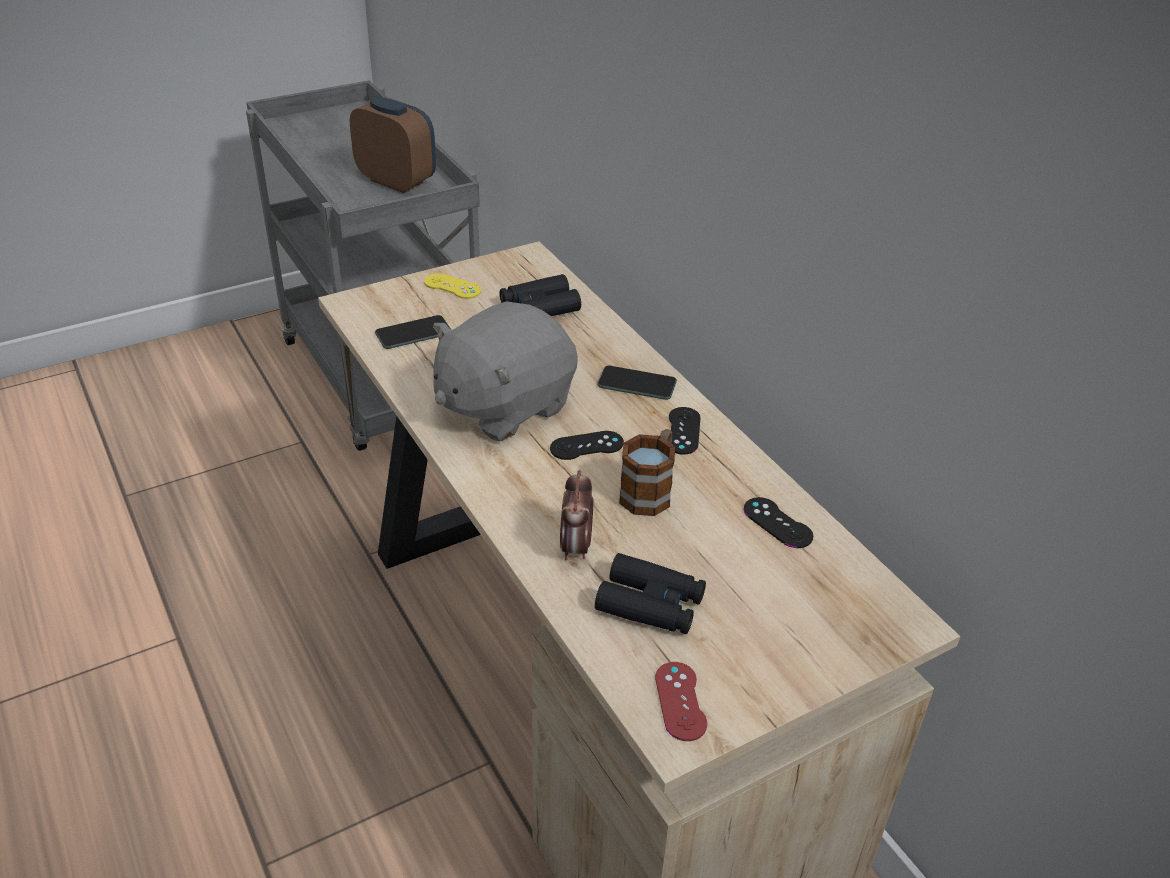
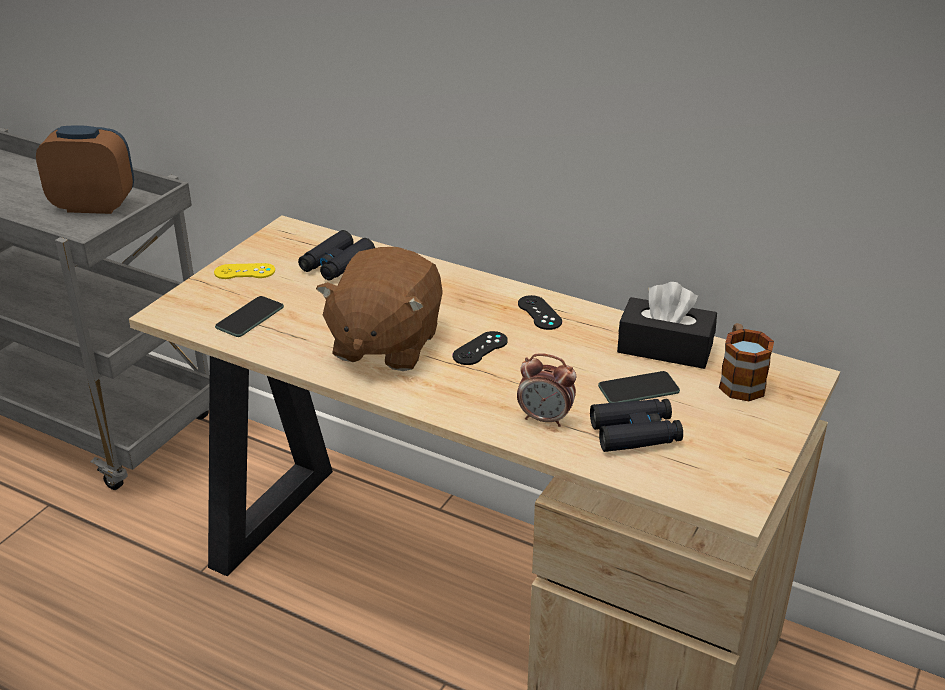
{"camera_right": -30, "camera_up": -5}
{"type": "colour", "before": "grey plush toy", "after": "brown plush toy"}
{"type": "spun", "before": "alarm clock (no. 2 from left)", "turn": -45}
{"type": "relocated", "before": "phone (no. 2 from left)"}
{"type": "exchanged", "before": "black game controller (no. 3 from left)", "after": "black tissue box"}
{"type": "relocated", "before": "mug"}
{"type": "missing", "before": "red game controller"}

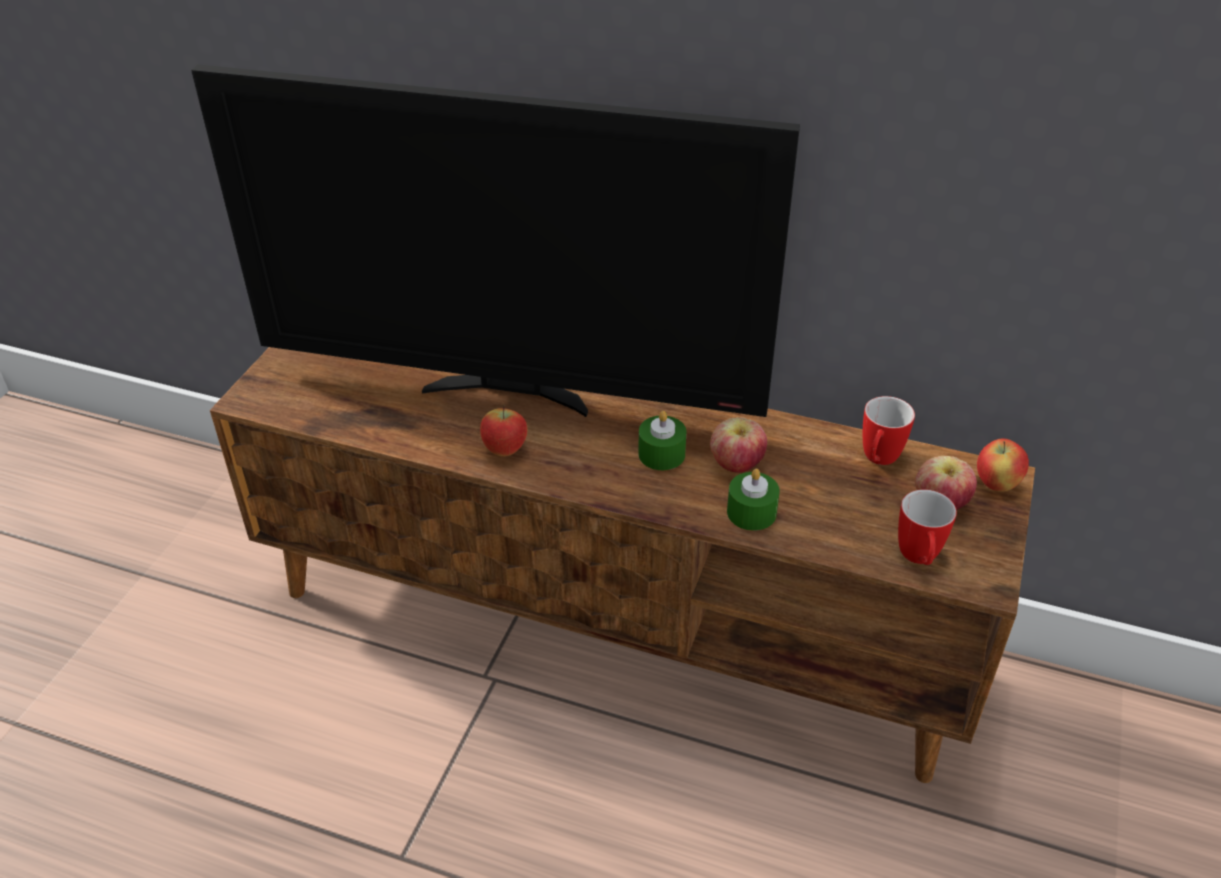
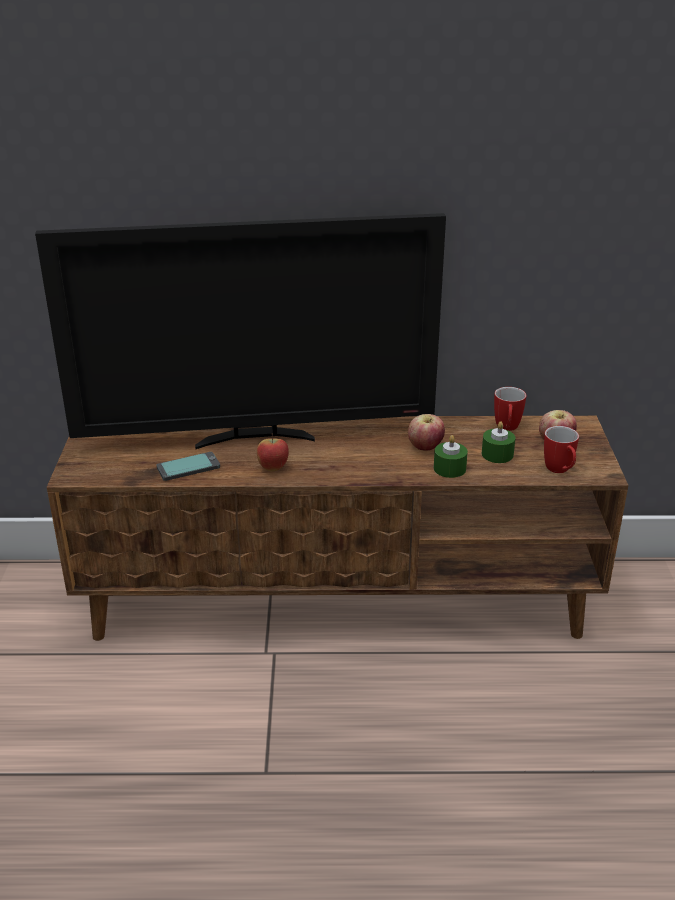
{"camera_right": -20, "camera_up": -10}
{"type": "appeared", "after": "phone"}
{"type": "relocated", "before": "green candle (no. 1 from left in the first image)", "after": "green candle (no. 2 from left)"}
{"type": "missing", "before": "apple (no. 4 from left)"}

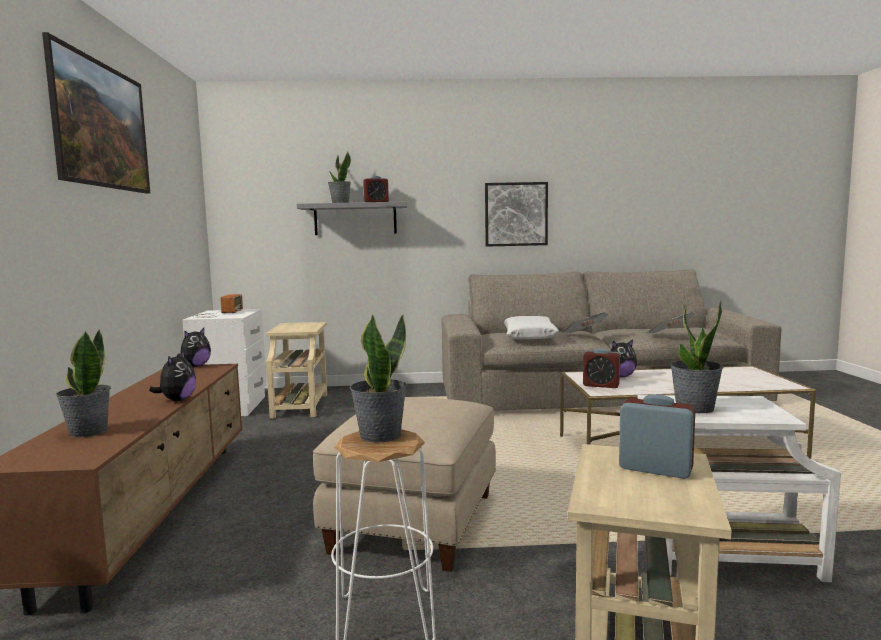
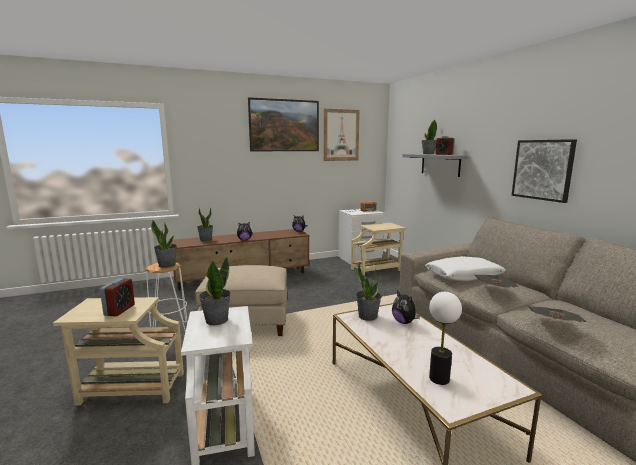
{"camera_right": 70, "camera_up": 5}
{"type": "appeared", "after": "picture (no. 2 from left)"}
{"type": "exchanged", "before": "alarm clock (no. 2 from left)", "after": "potted plant (no. 4 from left)"}
{"type": "appeared", "after": "table lamp"}

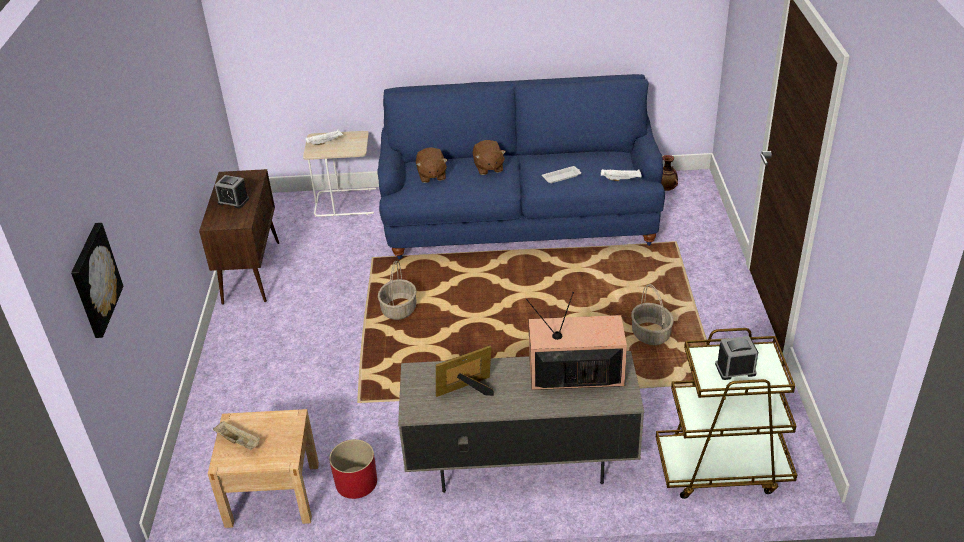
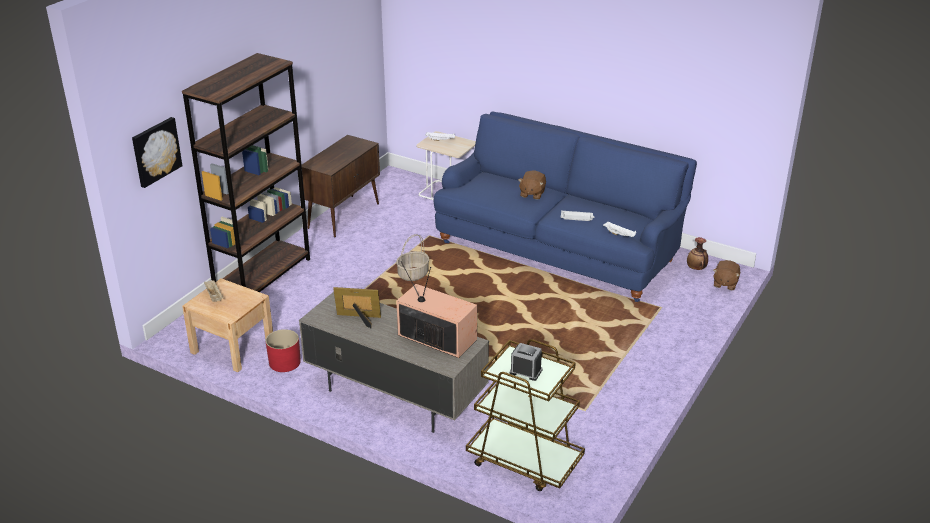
{"camera_right": 30, "camera_up": -5}
{"type": "appeared", "after": "brown bookcase"}
{"type": "relocated", "before": "brown plush toy (no. 1 from left in the first image)", "after": "brown plush toy (no. 2 from left)"}
{"type": "missing", "before": "alarm clock (no. 1 from left)"}
{"type": "missing", "before": "basket (no. 2 from left)"}

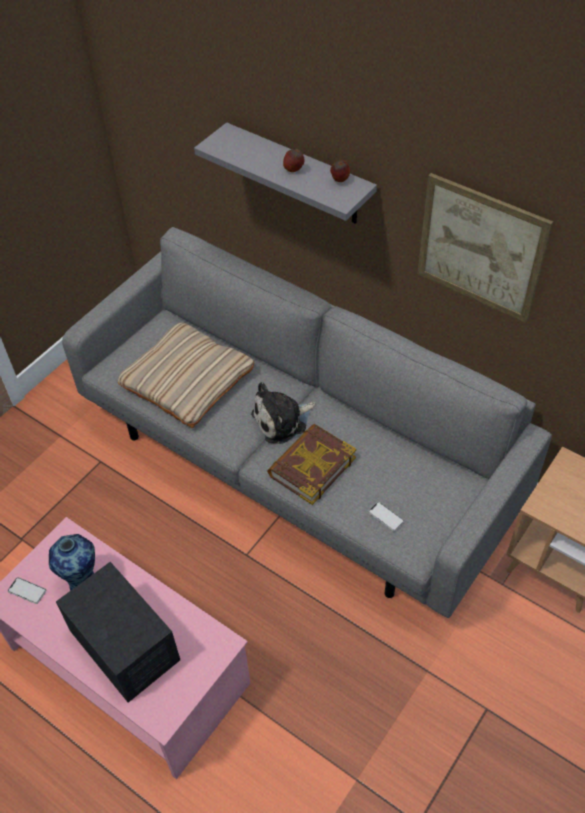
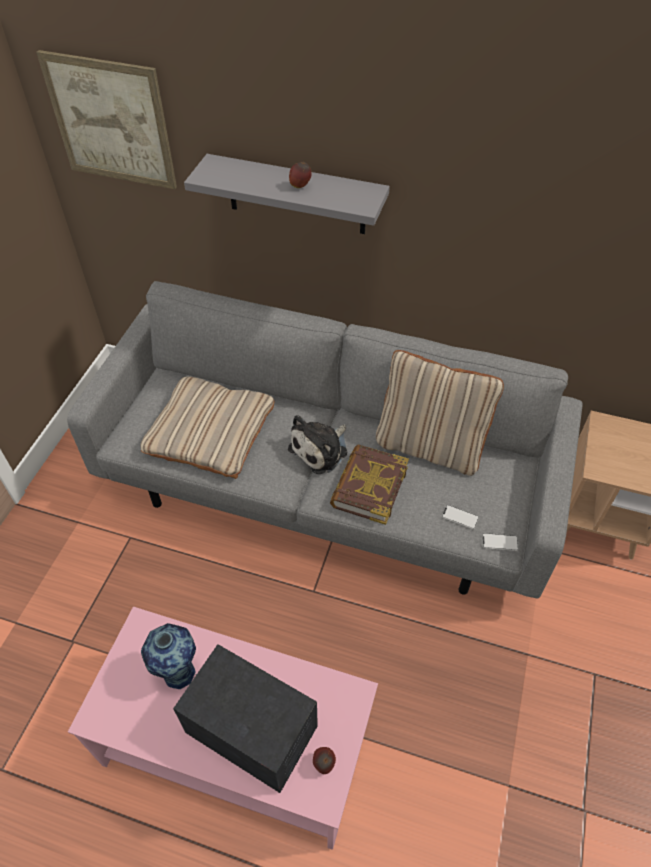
{"camera_right": -20, "camera_up": 0}
{"type": "relocated", "before": "picture"}
{"type": "relocated", "before": "apple (no. 2 from left)"}
{"type": "appeared", "after": "beige pillow (no. 2 from left)"}
{"type": "relocated", "before": "phone (no. 1 from left in the first image)", "after": "phone (no. 2 from left)"}

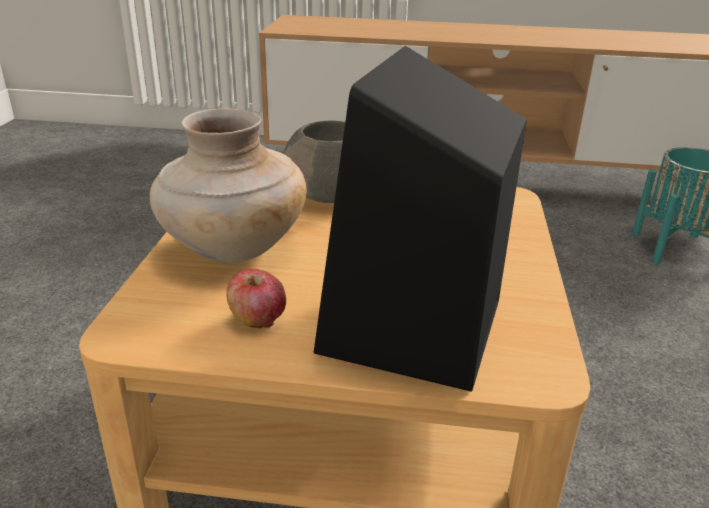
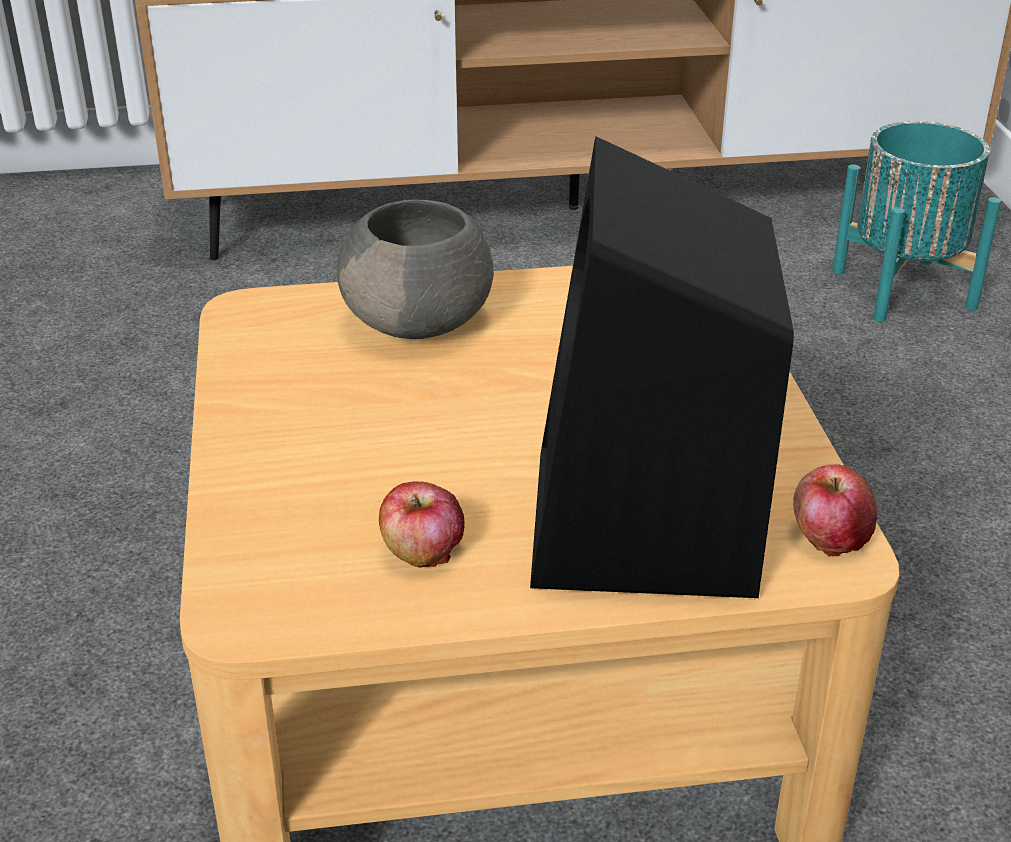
{"camera_right": -15, "camera_up": 5}
{"type": "appeared", "after": "apple (no. 2 from left)"}
{"type": "missing", "before": "beige vase"}

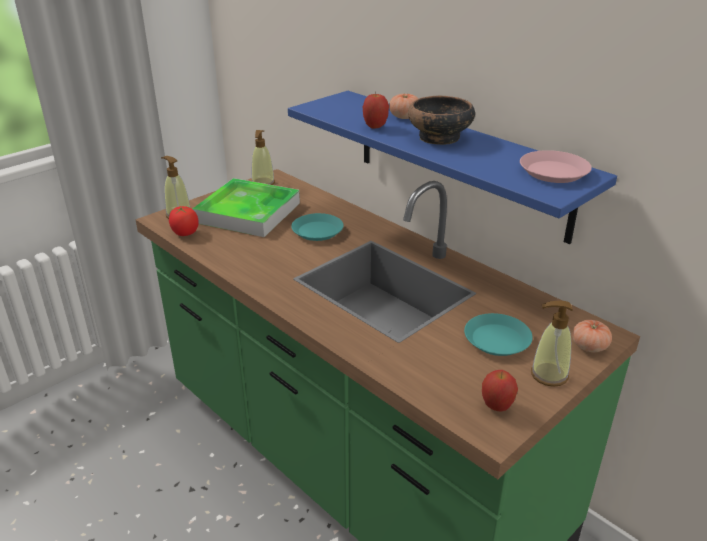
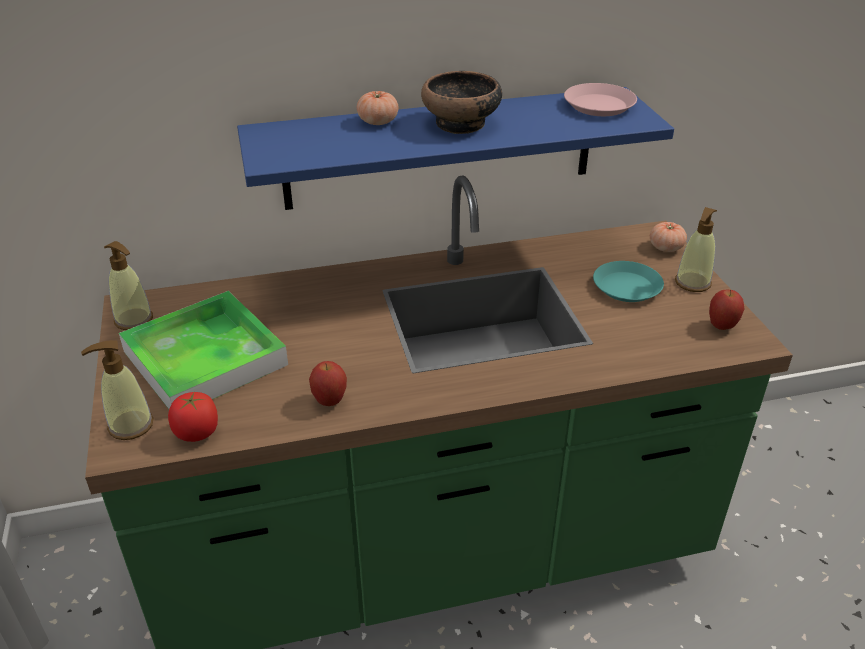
{"camera_right": -60, "camera_up": 5}
{"type": "relocated", "before": "apple (no. 1 from left)"}
{"type": "missing", "before": "turquoise plate (no. 1 from left)"}

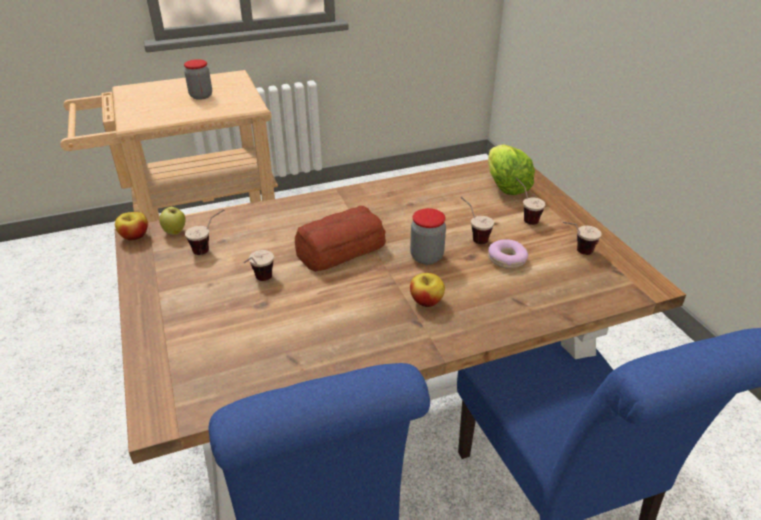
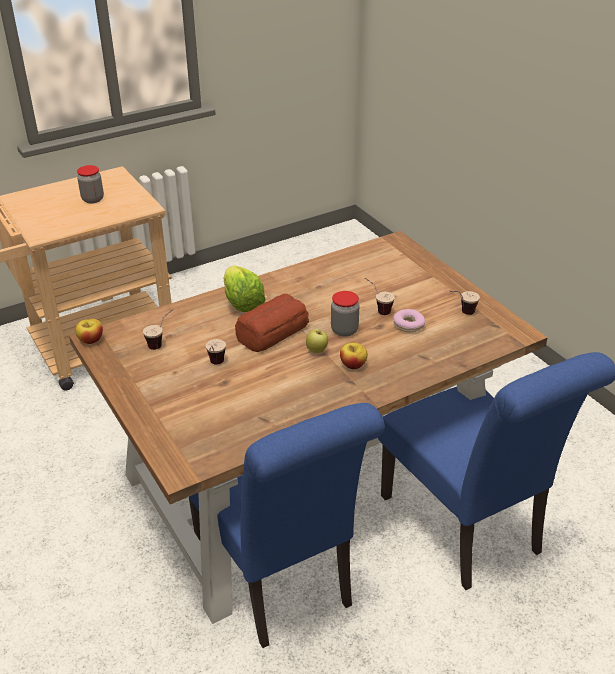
{"camera_right": -10, "camera_up": 0}
{"type": "relocated", "before": "lettuce"}
{"type": "relocated", "before": "apple (no. 2 from left)"}
{"type": "missing", "before": "cup (no. 4 from left)"}

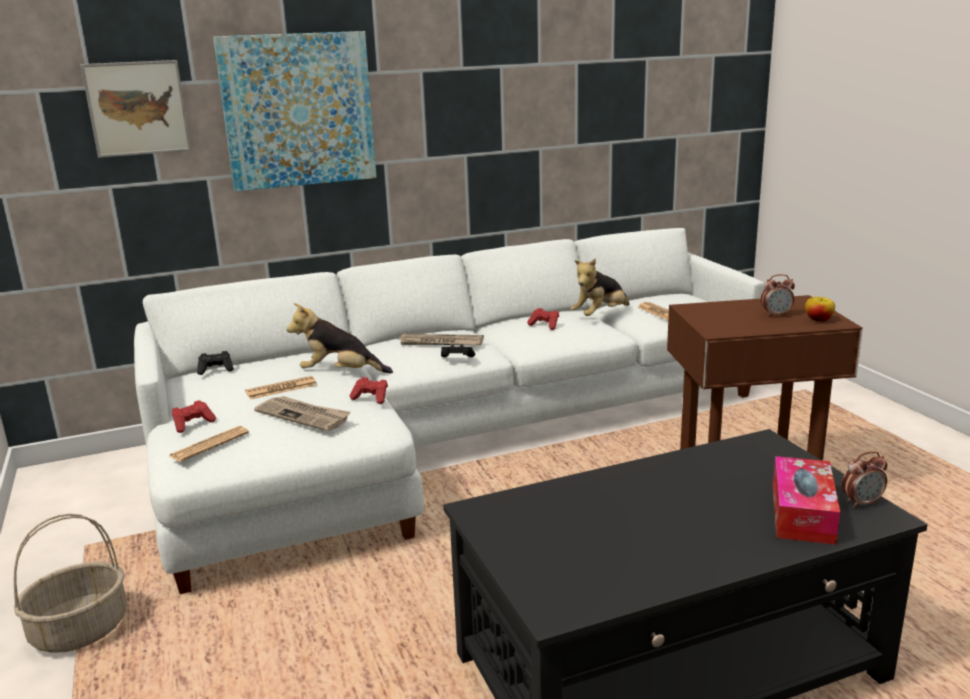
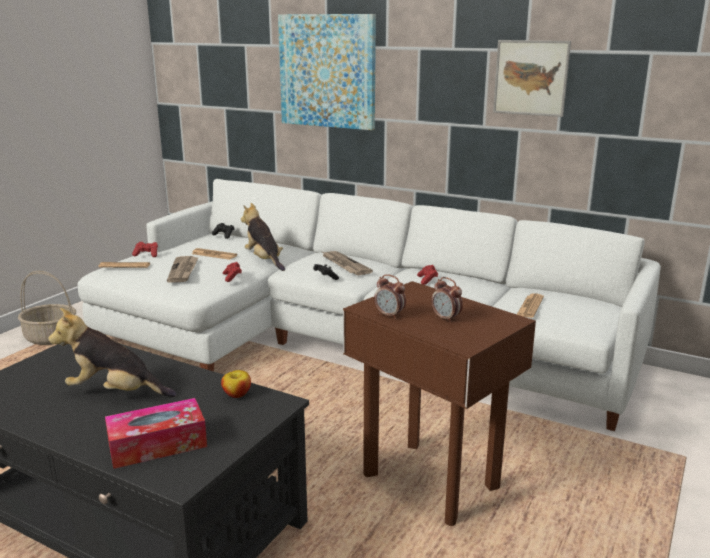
{"camera_right": 50, "camera_up": 0}
{"type": "relocated", "before": "plush toy (no. 2 from left in the first image)", "after": "plush toy (no. 1 from left)"}
{"type": "relocated", "before": "apple"}
{"type": "relocated", "before": "alarm clock (no. 2 from left in the first image)", "after": "alarm clock (no. 1 from left)"}
{"type": "relocated", "before": "picture (no. 1 from left in the first image)", "after": "picture (no. 2 from left)"}

